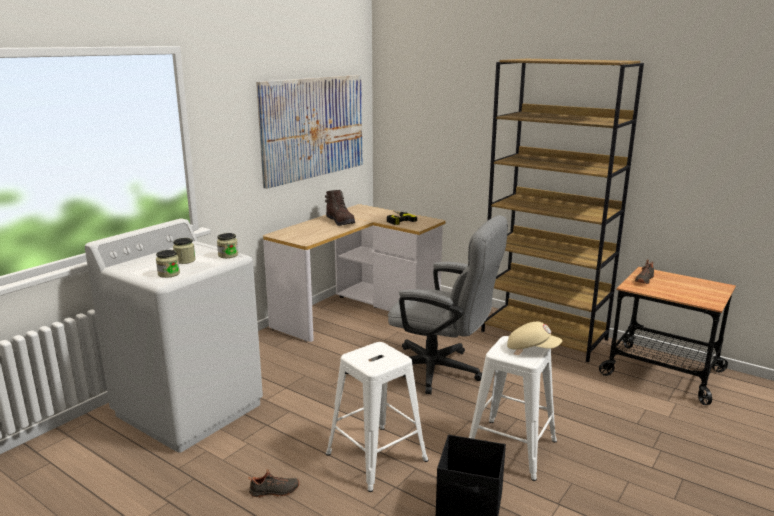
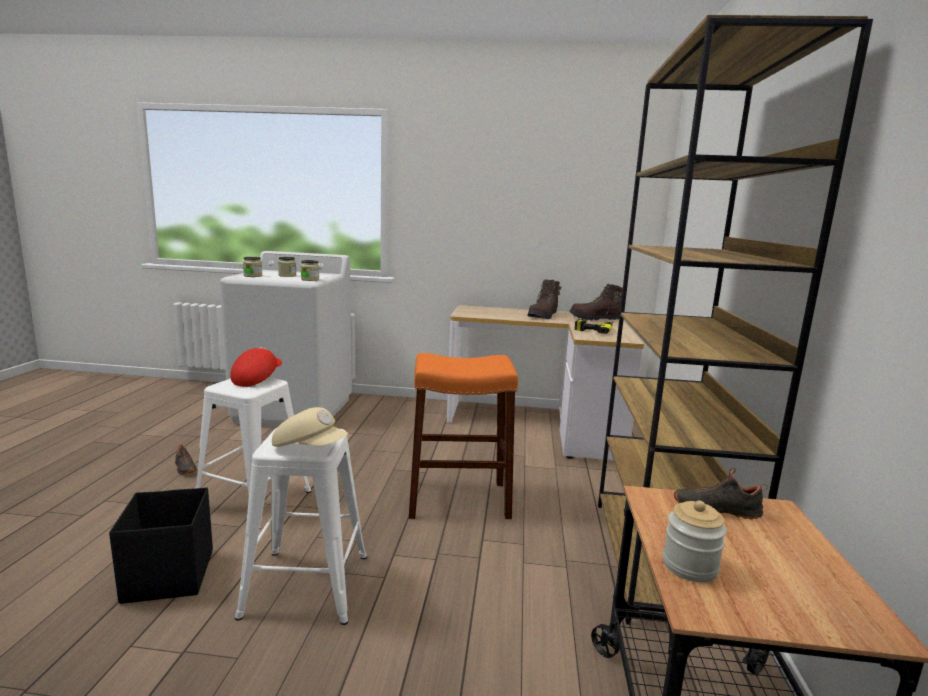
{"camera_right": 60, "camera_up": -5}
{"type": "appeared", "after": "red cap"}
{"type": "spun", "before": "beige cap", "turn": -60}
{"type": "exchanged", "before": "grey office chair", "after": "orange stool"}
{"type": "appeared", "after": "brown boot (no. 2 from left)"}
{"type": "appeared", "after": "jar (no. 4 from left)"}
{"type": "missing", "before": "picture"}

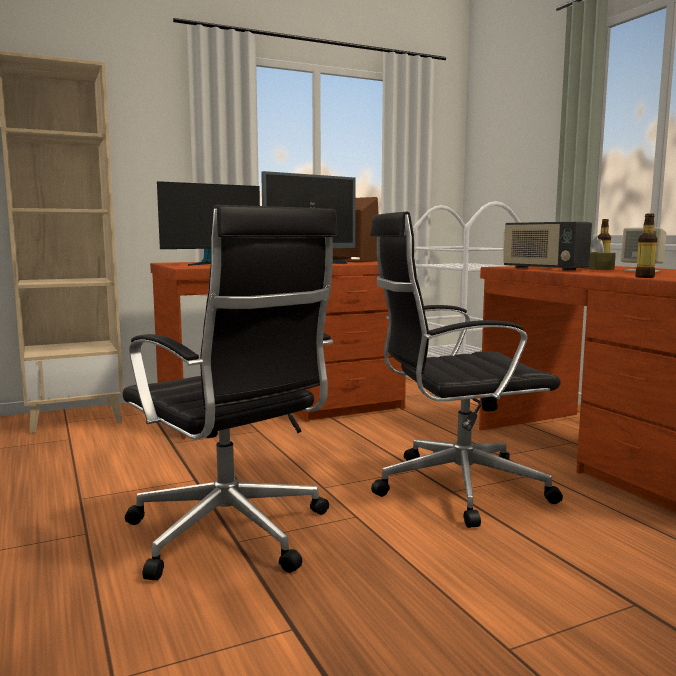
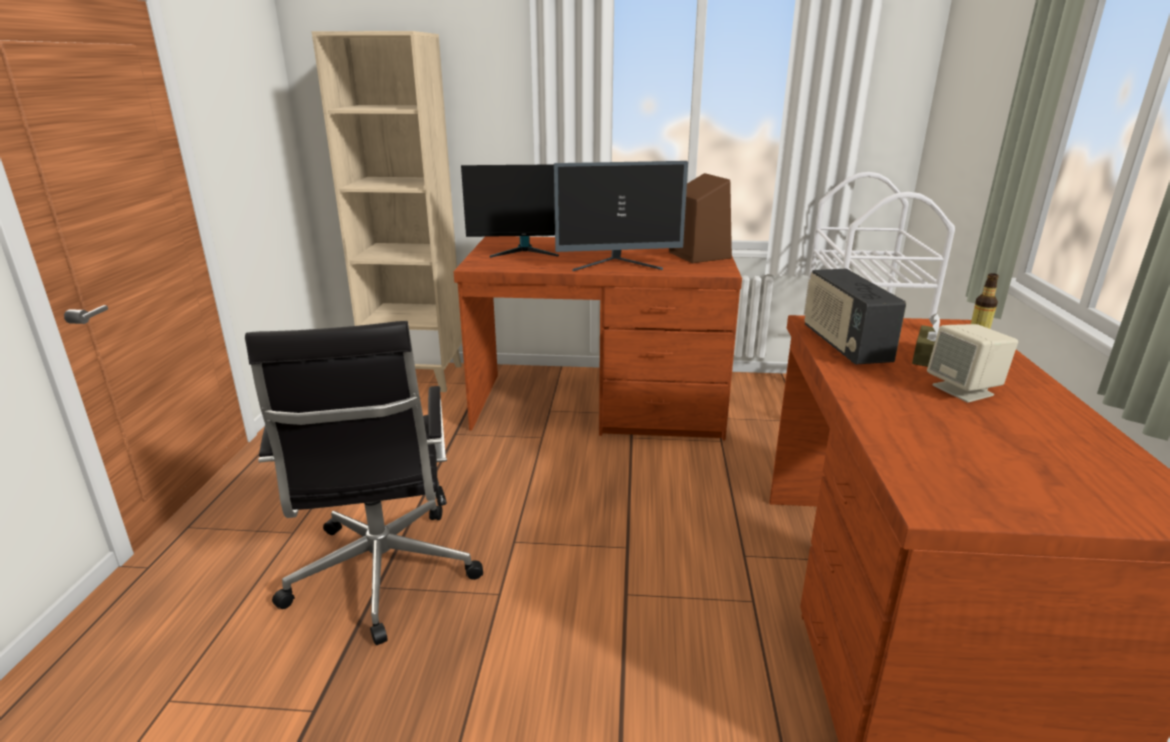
{"camera_right": 30, "camera_up": 15}
{"type": "missing", "before": "black office chair (no. 2 from left)"}
{"type": "missing", "before": "bottle (no. 2 from left)"}

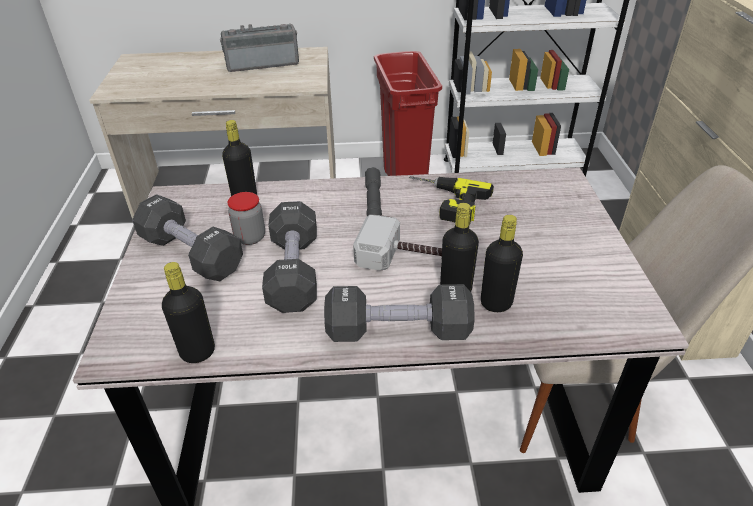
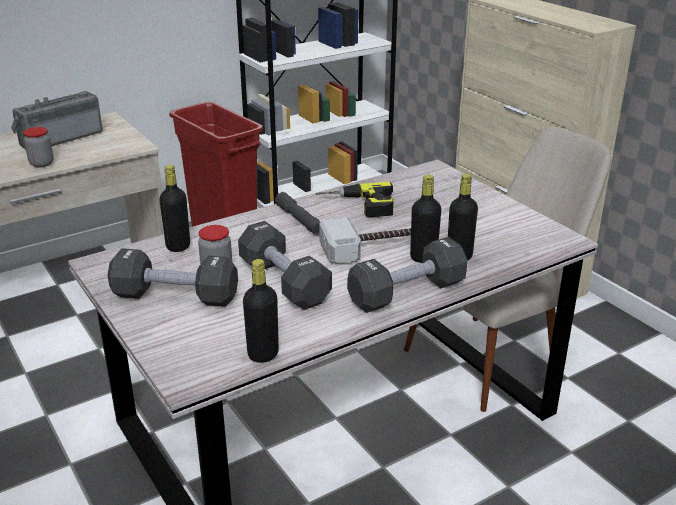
{"camera_right": -30, "camera_up": -10}
{"type": "appeared", "after": "jar (no. 1 from left)"}

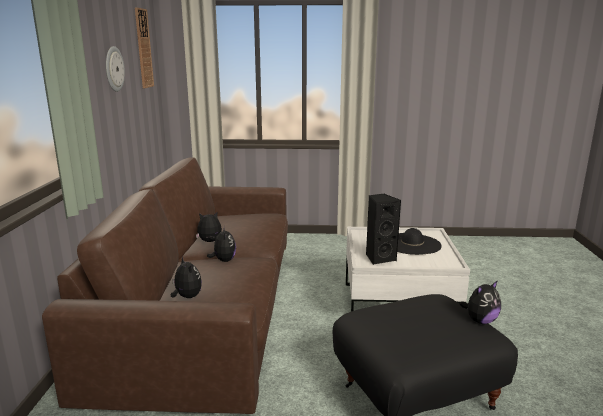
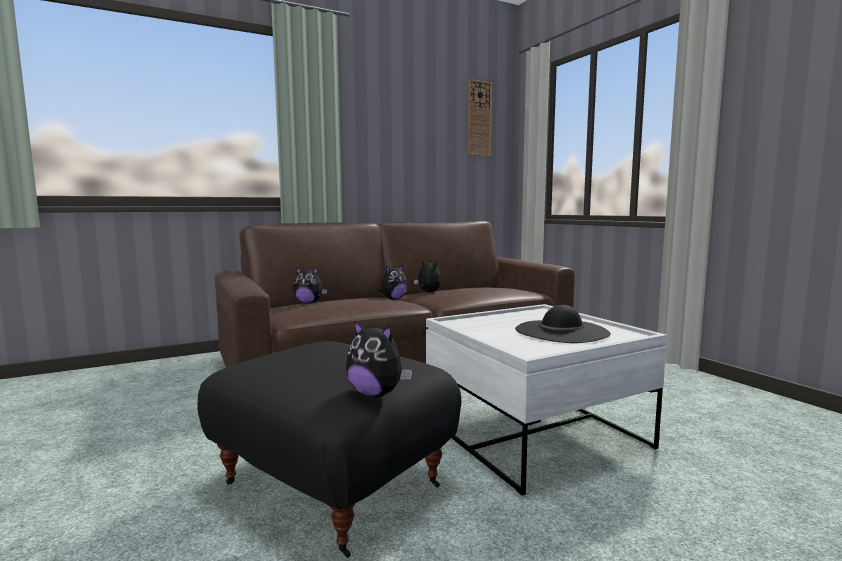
{"camera_right": 60, "camera_up": -10}
{"type": "spun", "before": "plush toy (no. 1 from left)", "turn": 75}
{"type": "missing", "before": "wall clock (no. 1 from left)"}
{"type": "missing", "before": "black speaker"}

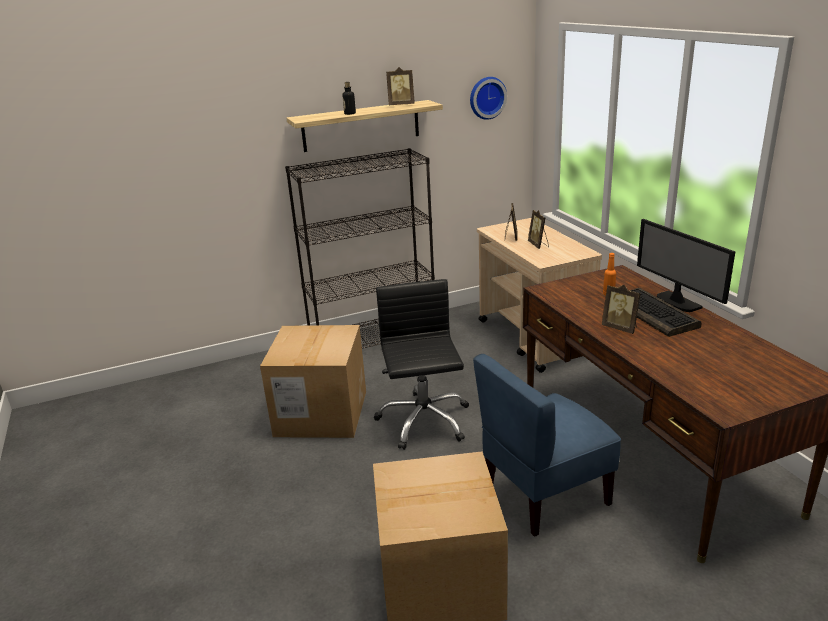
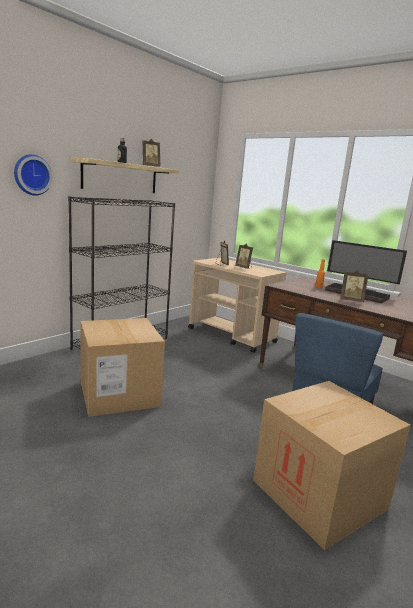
{"camera_right": -30, "camera_up": -10}
{"type": "relocated", "before": "wall clock"}
{"type": "missing", "before": "black office chair"}

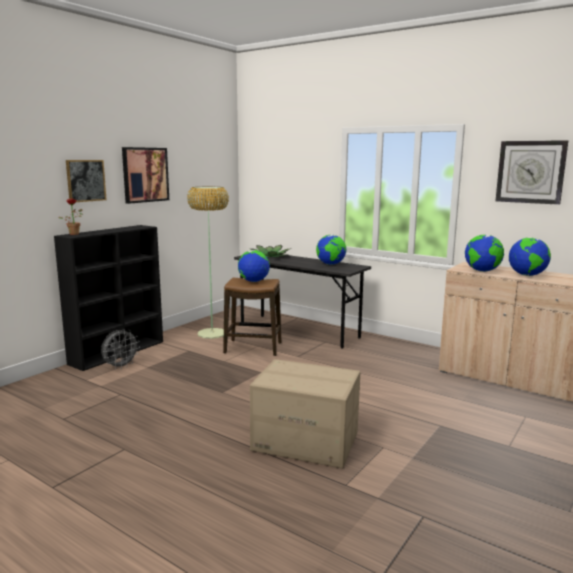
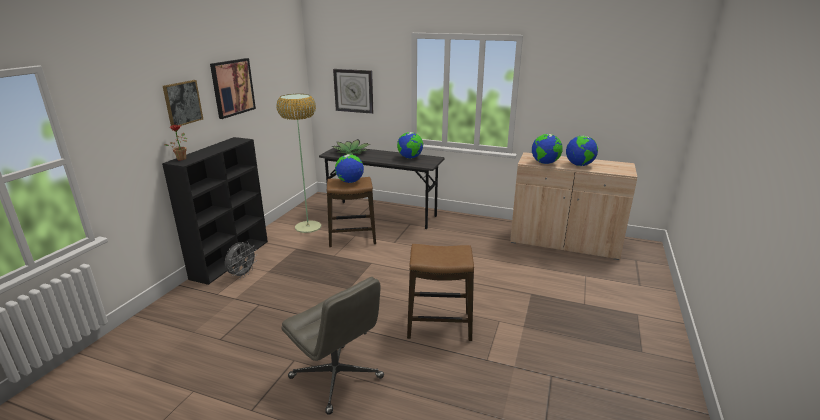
{"camera_right": -15, "camera_up": 10}
{"type": "appeared", "after": "grey office chair"}
{"type": "relocated", "before": "wall clock"}
{"type": "exchanged", "before": "cardboard box", "after": "stool (no. 2 from left)"}

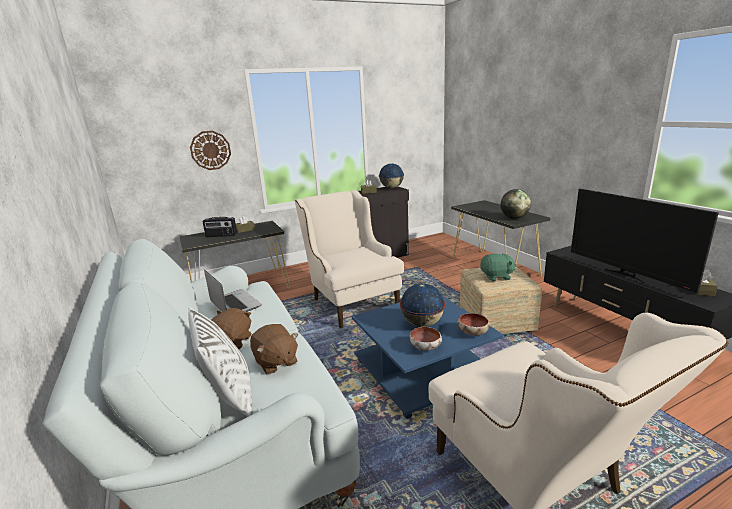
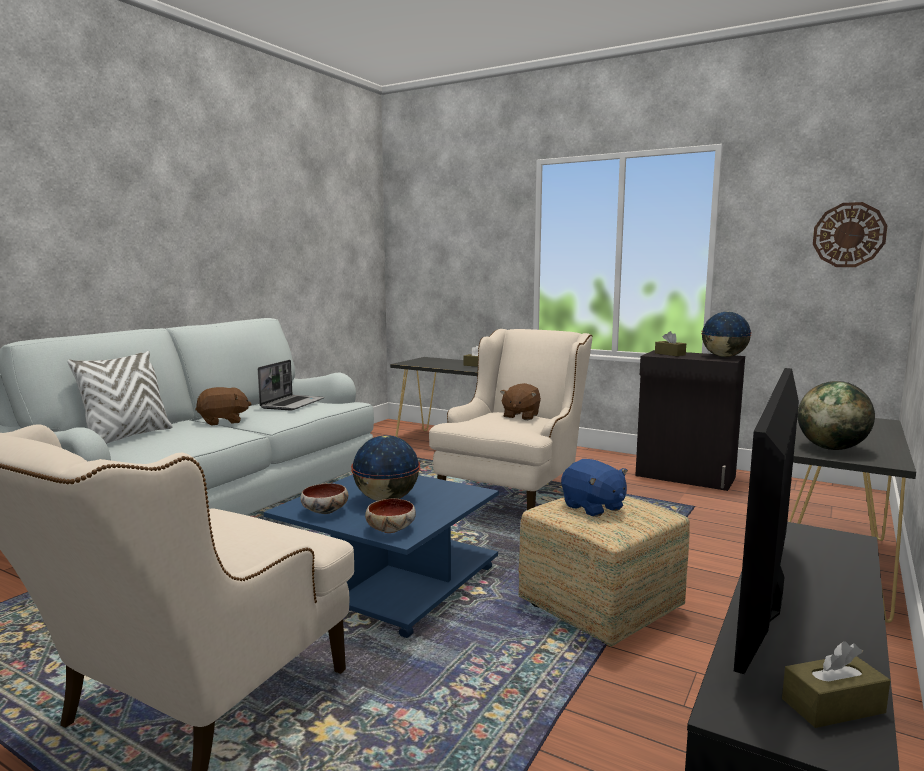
{"camera_right": 55, "camera_up": -10}
{"type": "relocated", "before": "brown plush toy (no. 2 from left)"}
{"type": "colour", "before": "green plush toy", "after": "blue plush toy"}
{"type": "relocated", "before": "wall clock"}
{"type": "missing", "before": "radio"}

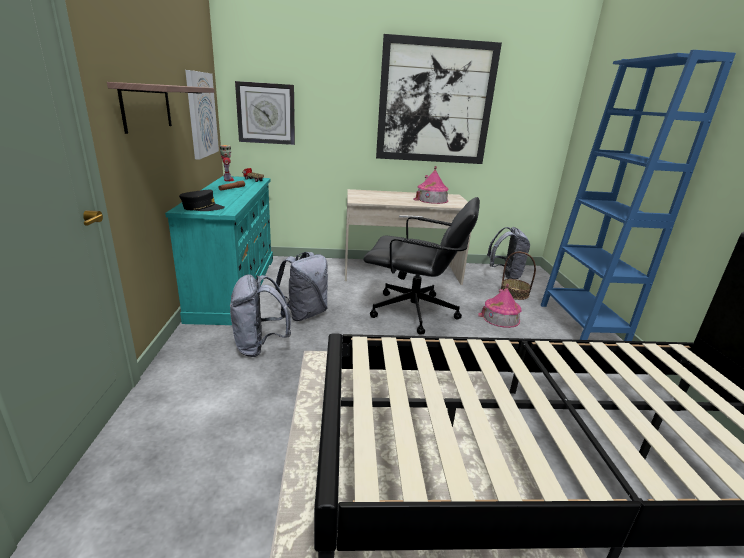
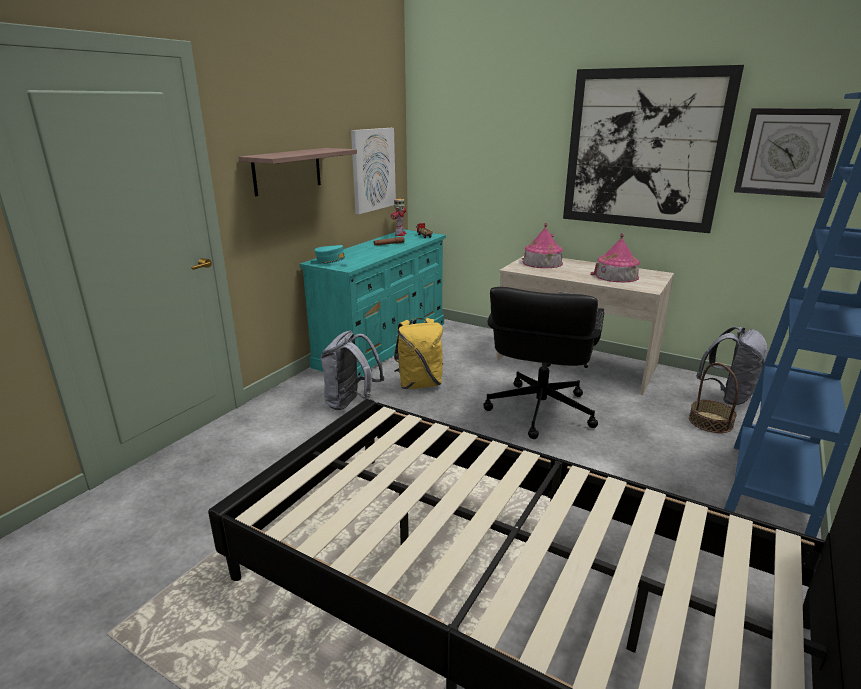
{"camera_right": 35, "camera_up": 0}
{"type": "colour", "before": "black cap", "after": "turquoise cap"}
{"type": "colour", "before": "grey backpack (no. 2 from left)", "after": "yellow backpack"}
{"type": "spun", "before": "black office chair", "turn": 60}
{"type": "relocated", "before": "toy house (no. 2 from left in the first image)", "after": "toy house (no. 1 from left)"}
{"type": "relocated", "before": "wall clock"}

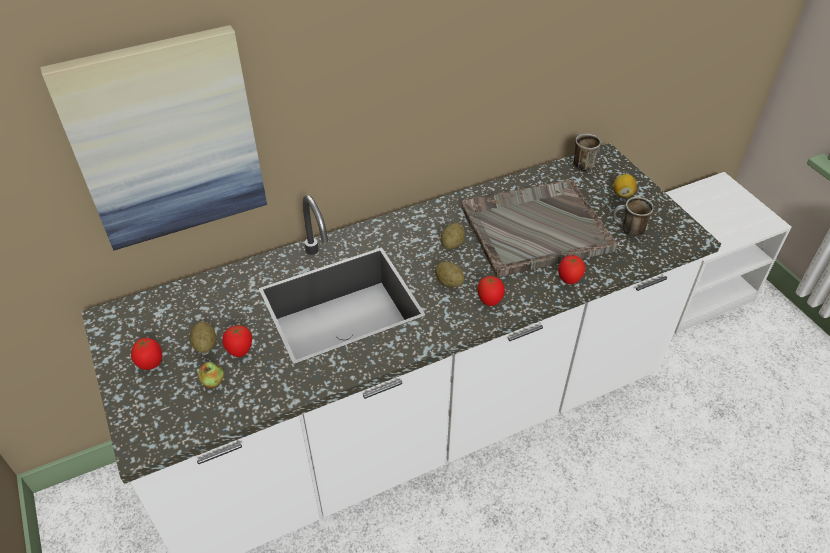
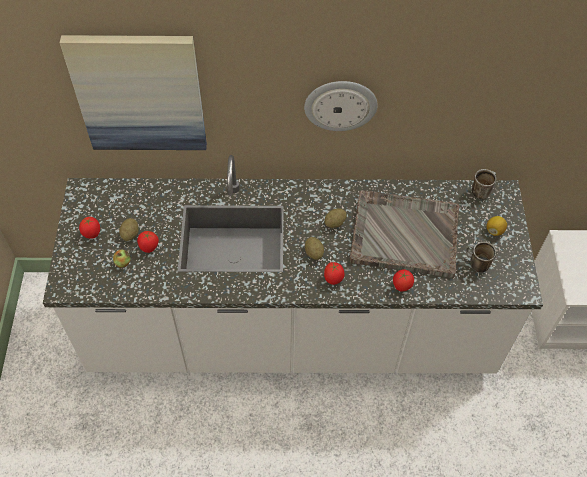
{"camera_right": 25, "camera_up": 10}
{"type": "appeared", "after": "wall clock"}

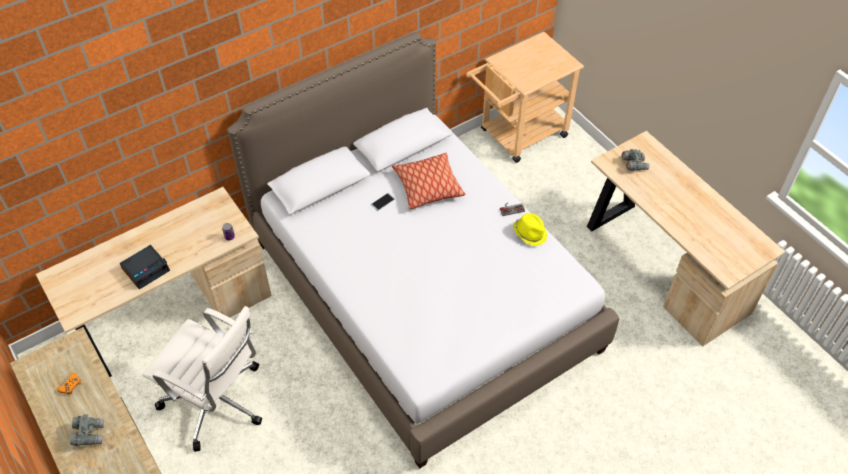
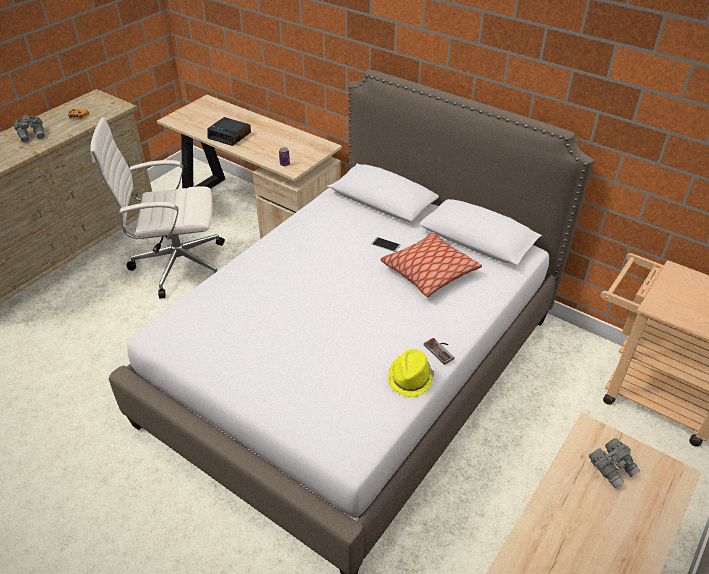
{"camera_right": 70, "camera_up": -10}
{"type": "spun", "before": "white office chair", "turn": 75}

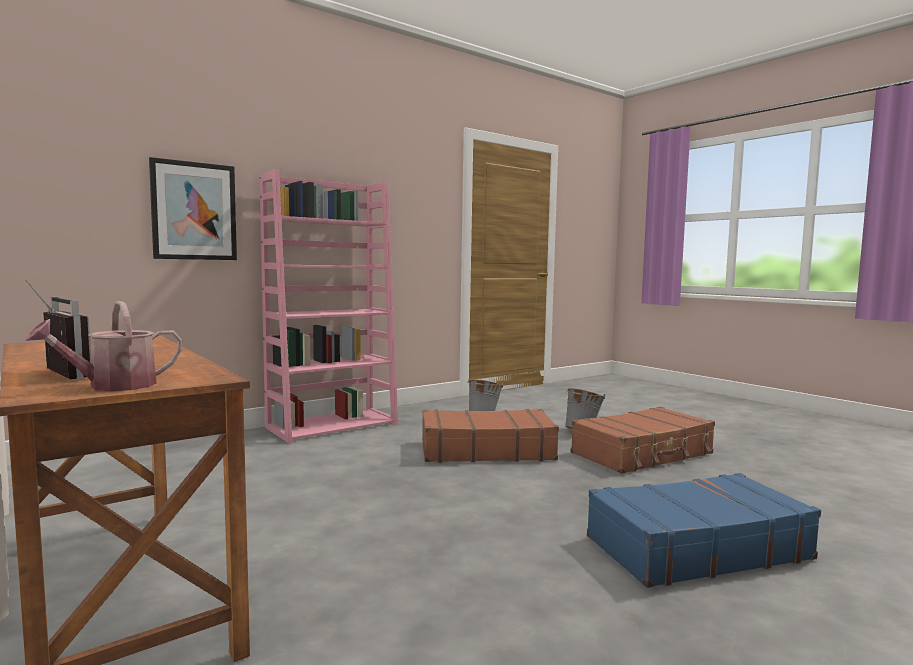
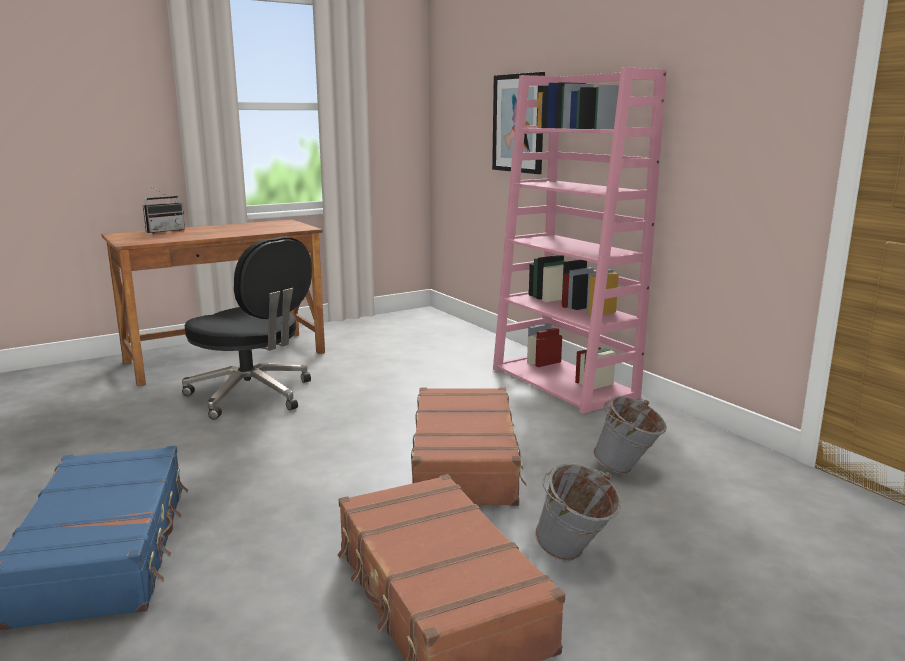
{"camera_right": 95, "camera_up": 10}
{"type": "appeared", "after": "black office chair"}
{"type": "missing", "before": "watering can"}

